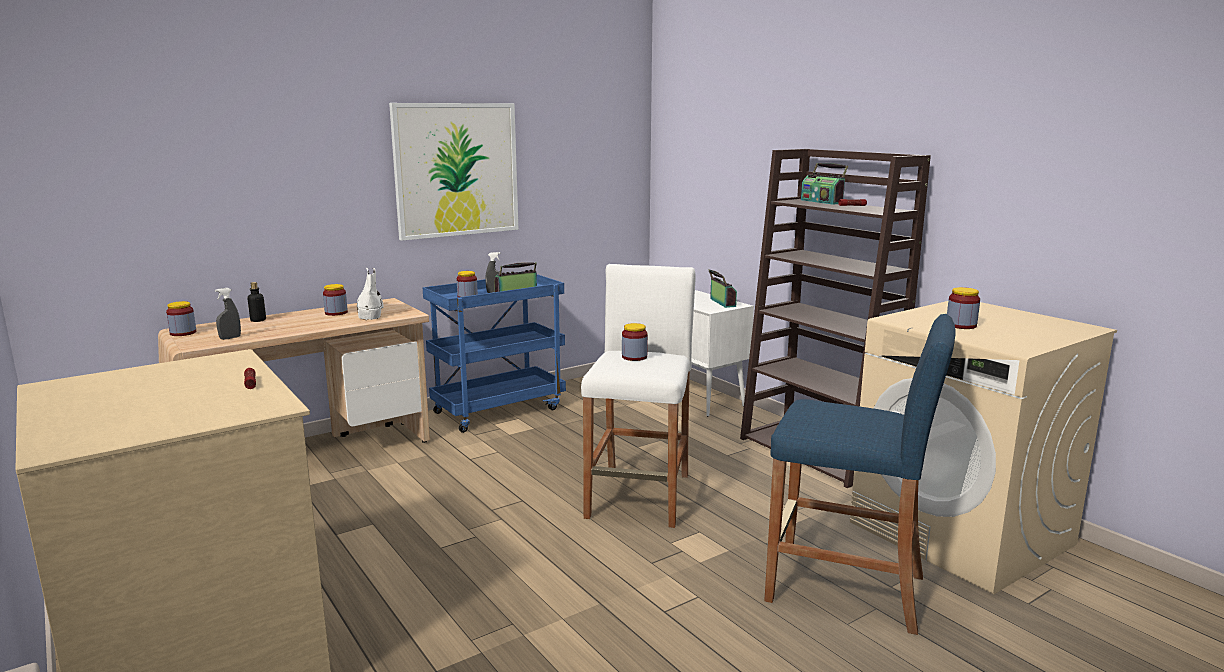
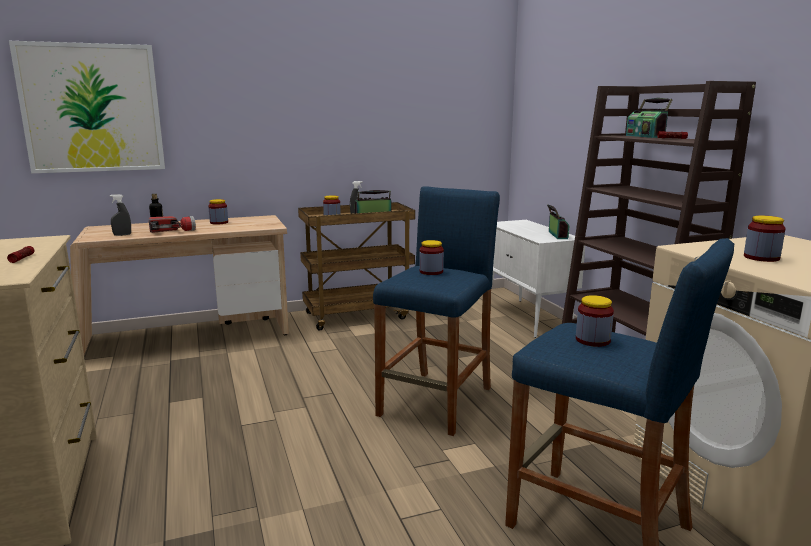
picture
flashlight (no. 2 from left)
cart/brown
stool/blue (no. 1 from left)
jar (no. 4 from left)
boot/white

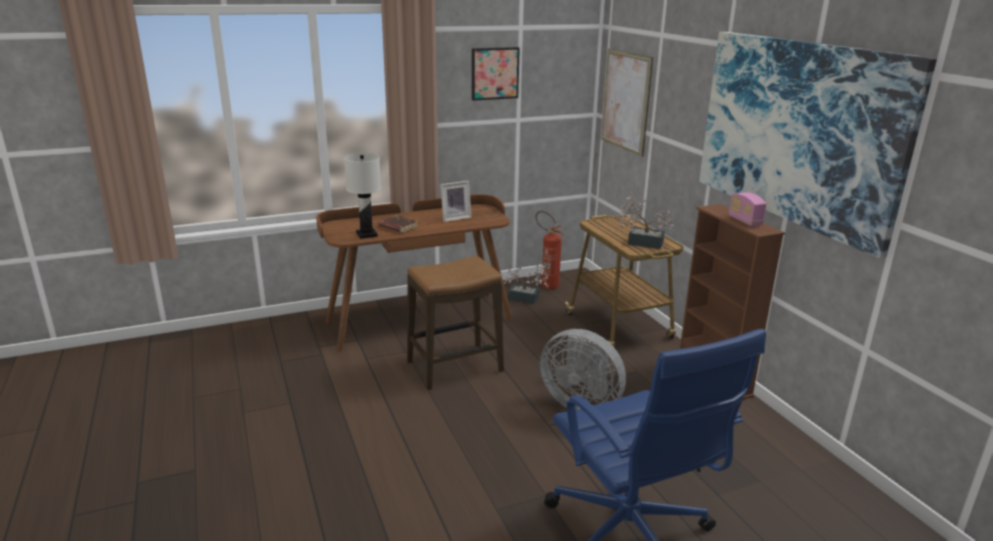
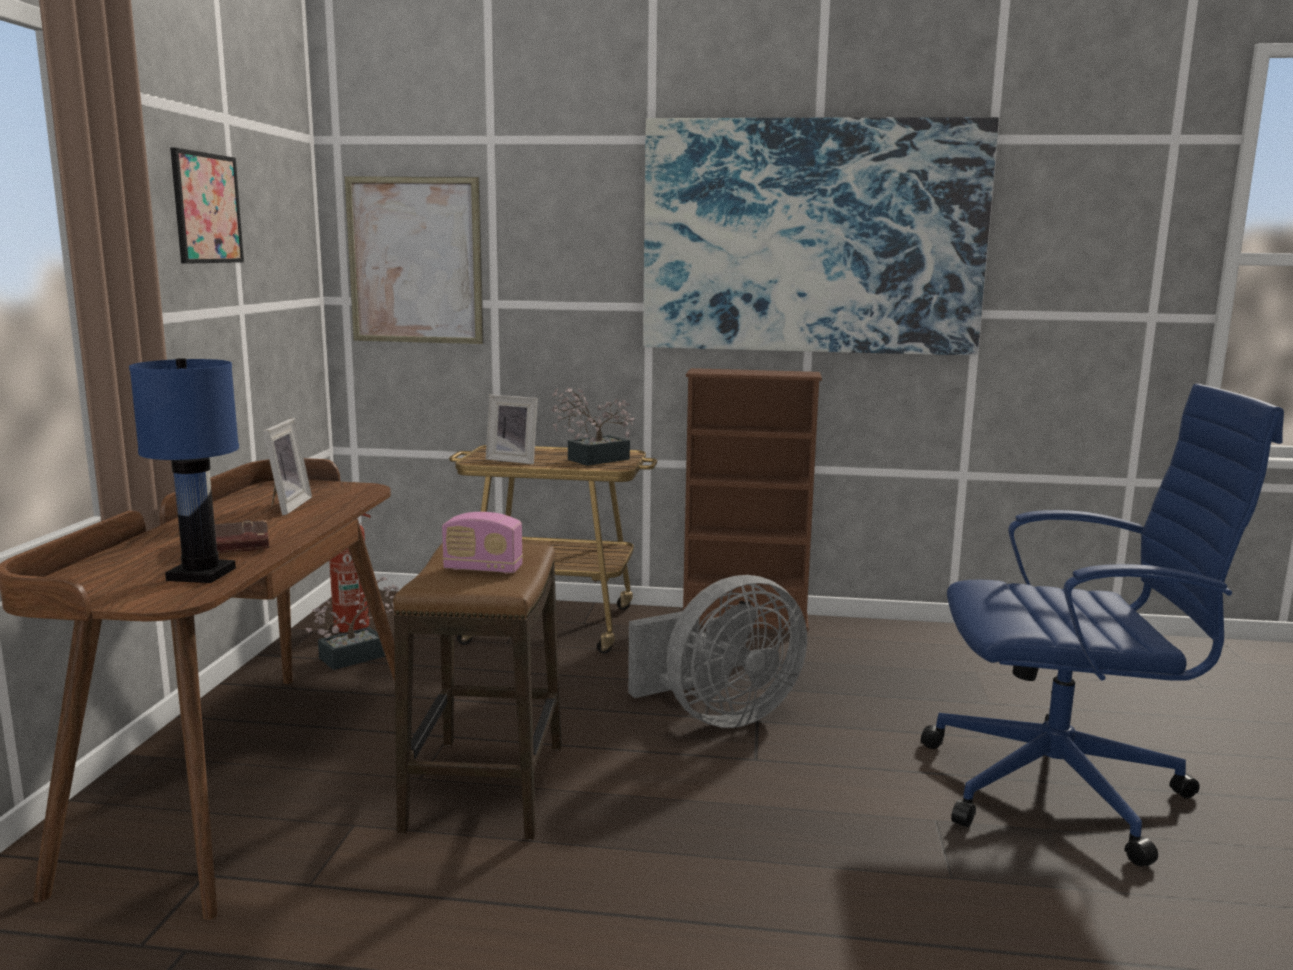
table lamp/blue
radio
picture frame (no. 2 from left)

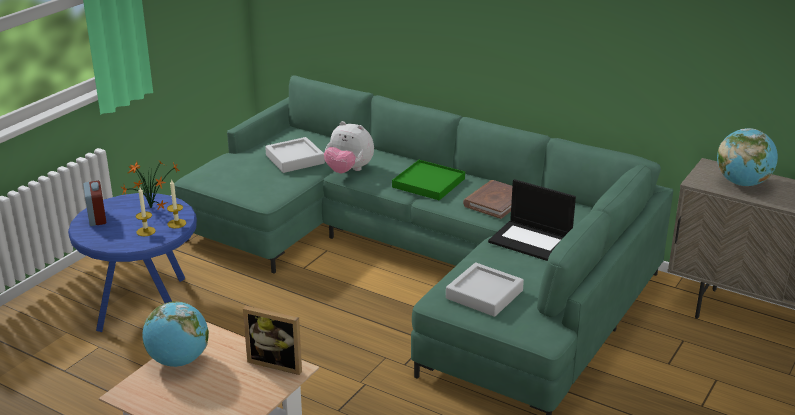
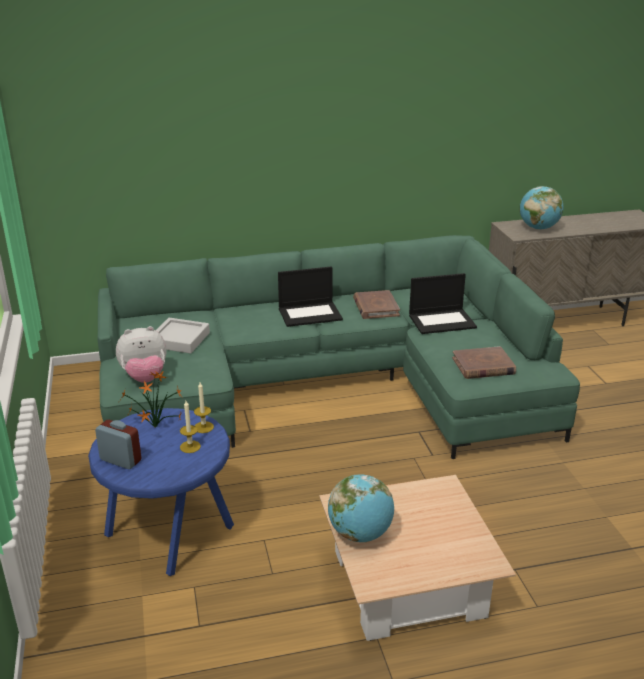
plush toy
laptop (no. 1 from left)
book/brown (no. 2 from left)
picture frame

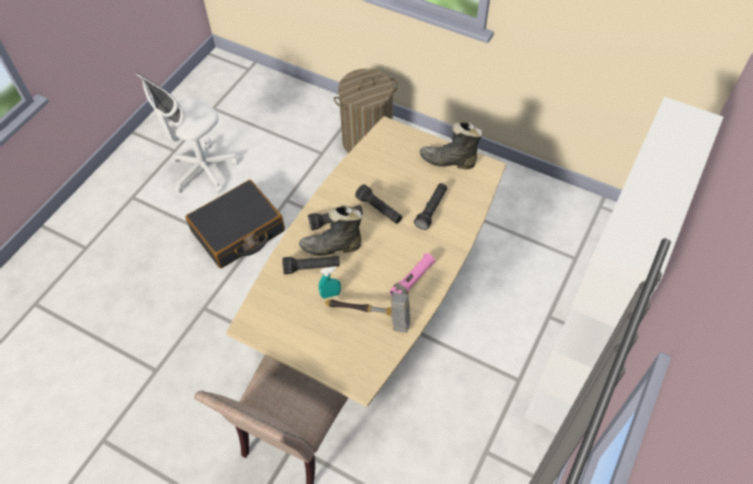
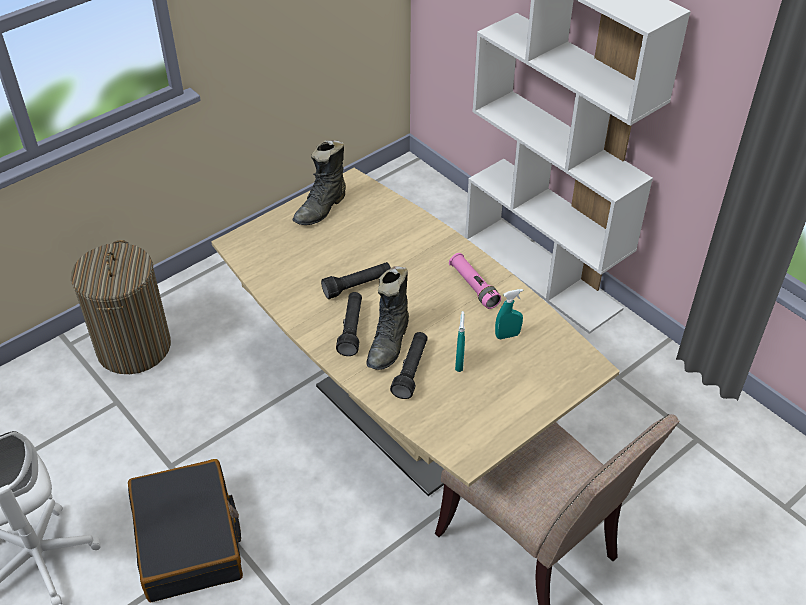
spray bottle/turquoise (no. 2 from left)
flashlight/black (no. 4 from left in the first image)

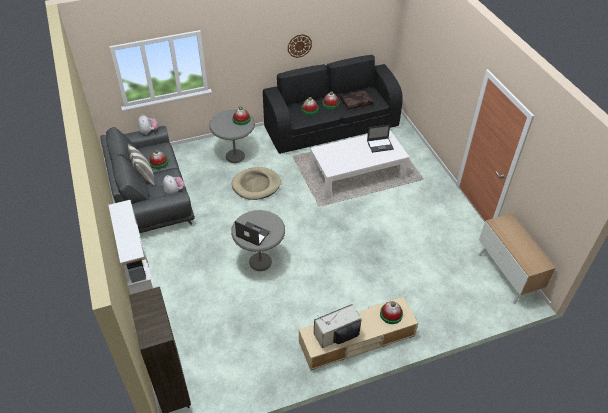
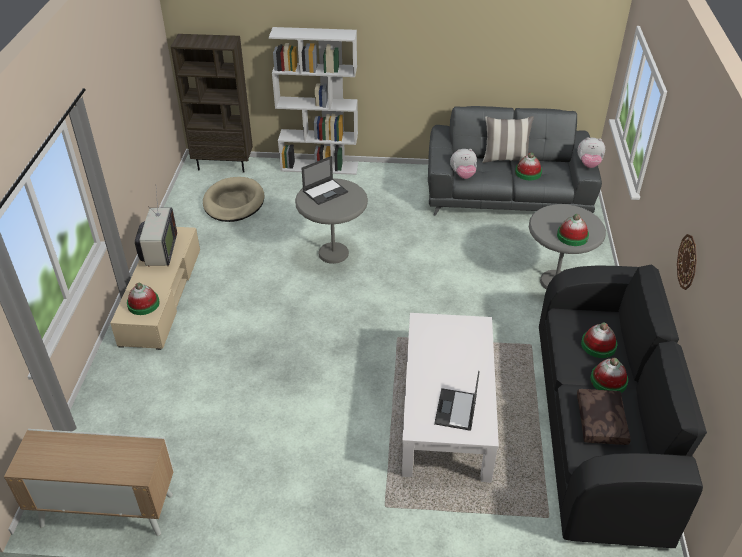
dog bed/beige

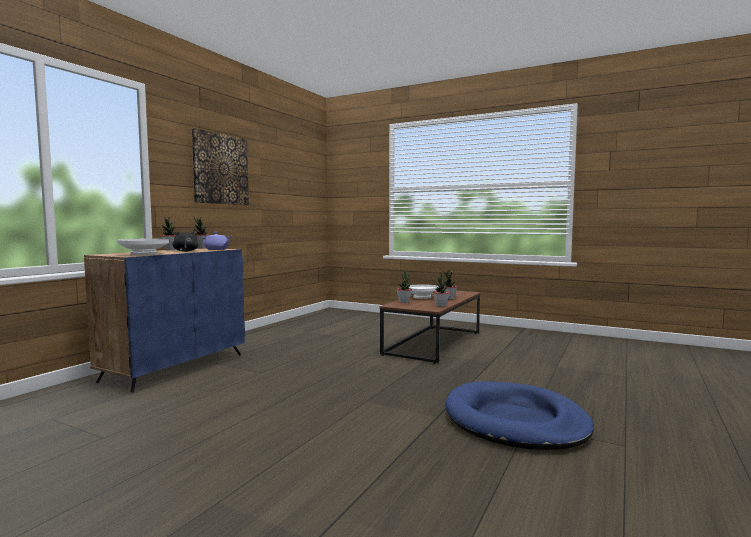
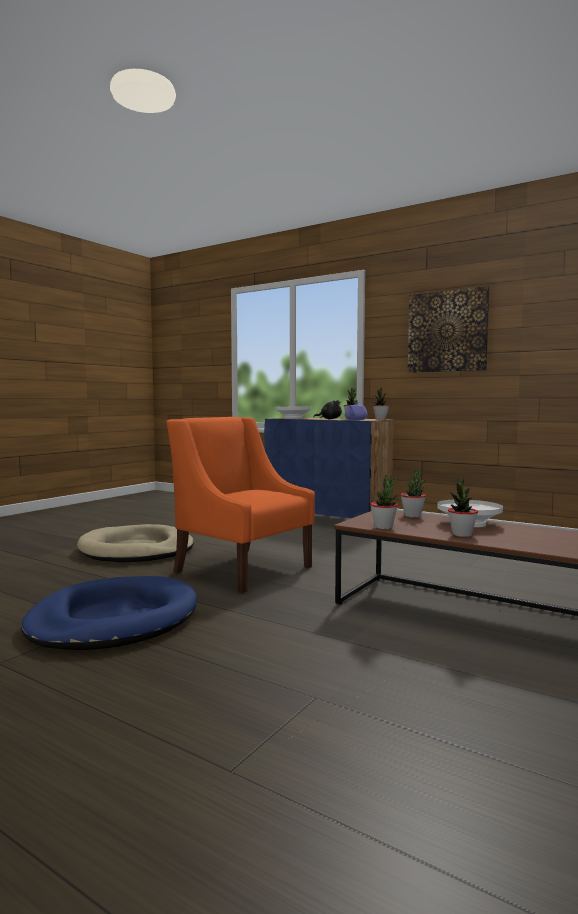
dog bed/beige
armchair/orange

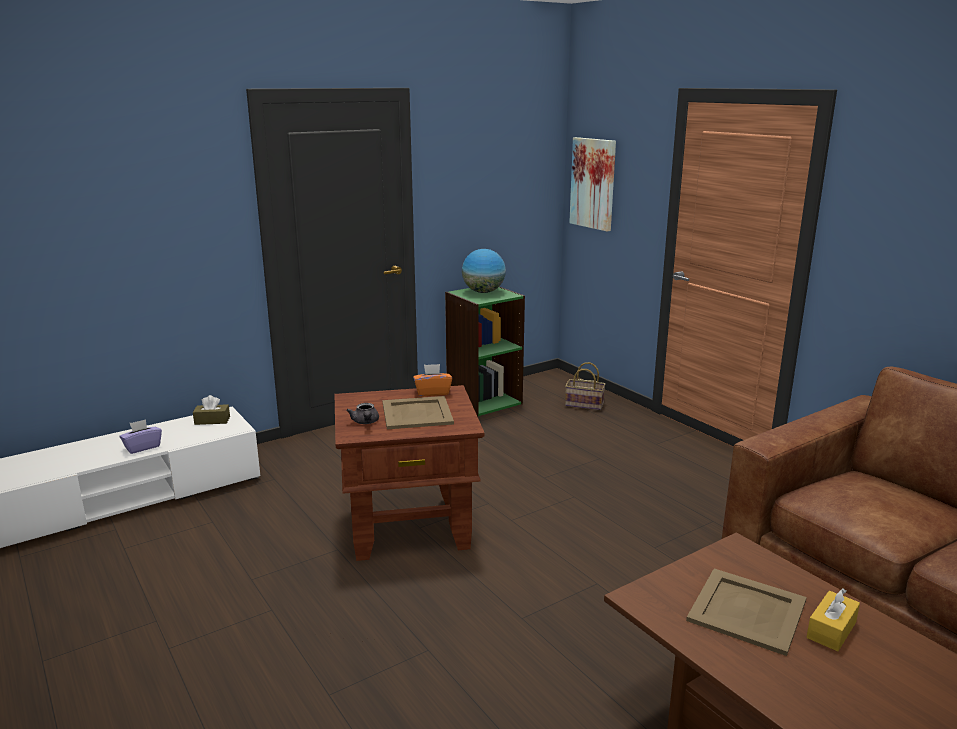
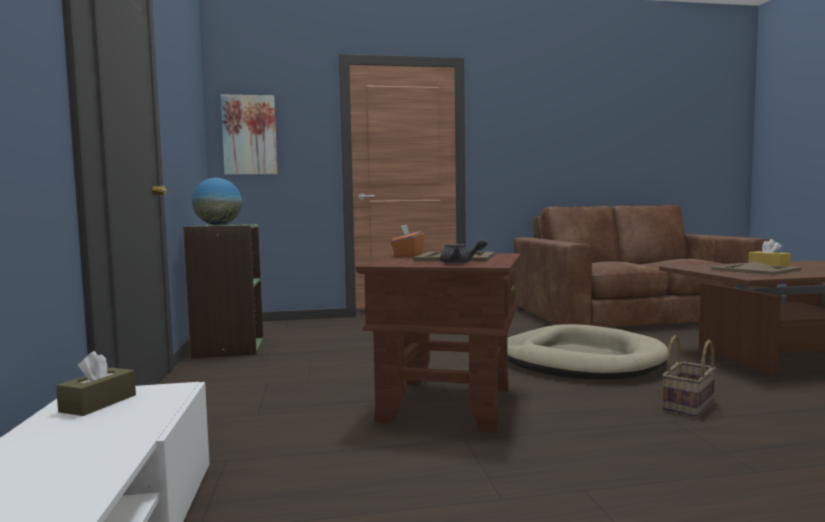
dog bed/beige
basket
tissue box/purple

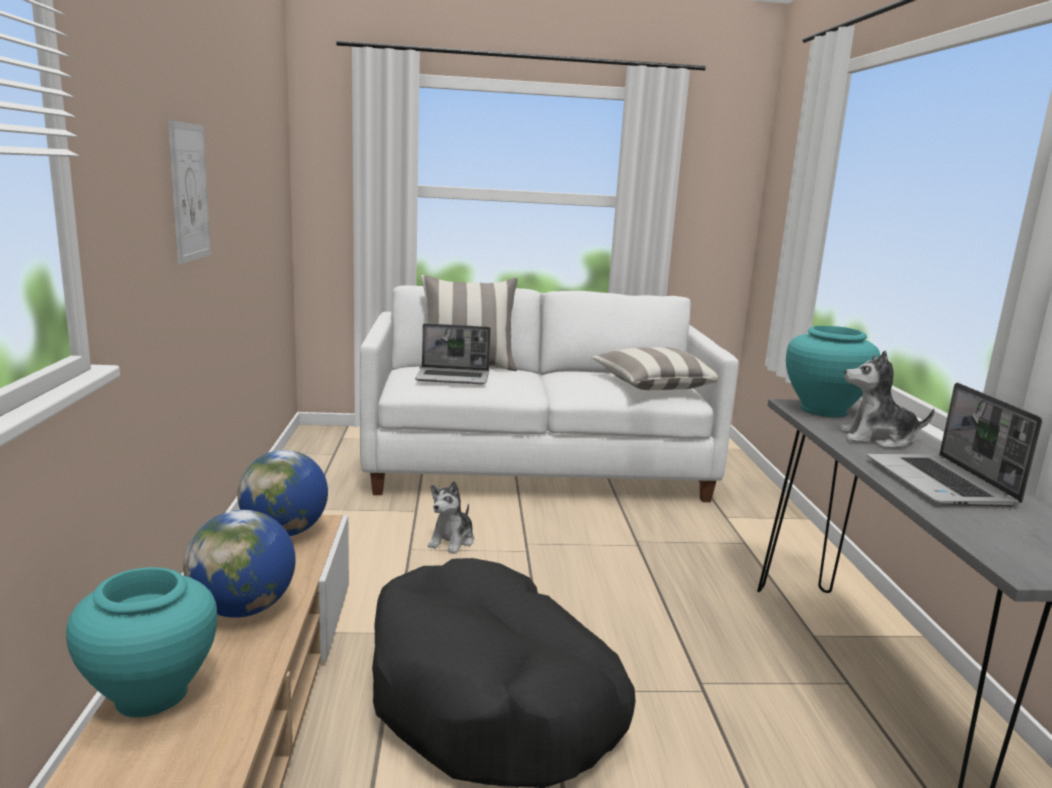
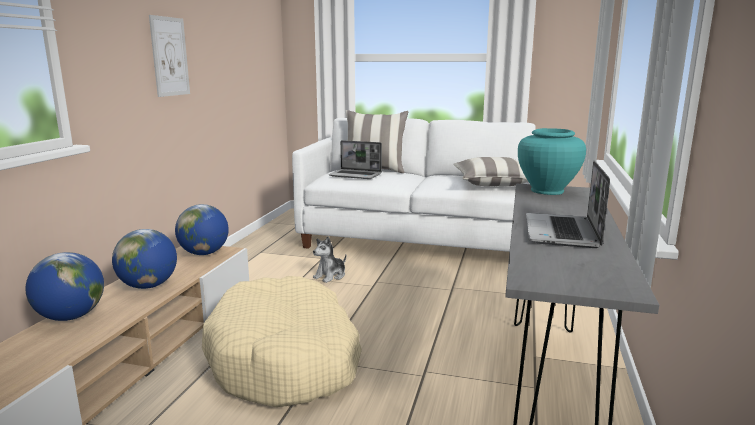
globe (no. 1 from left)
dog bed/beige
plush toy (no. 2 from left in the first image)

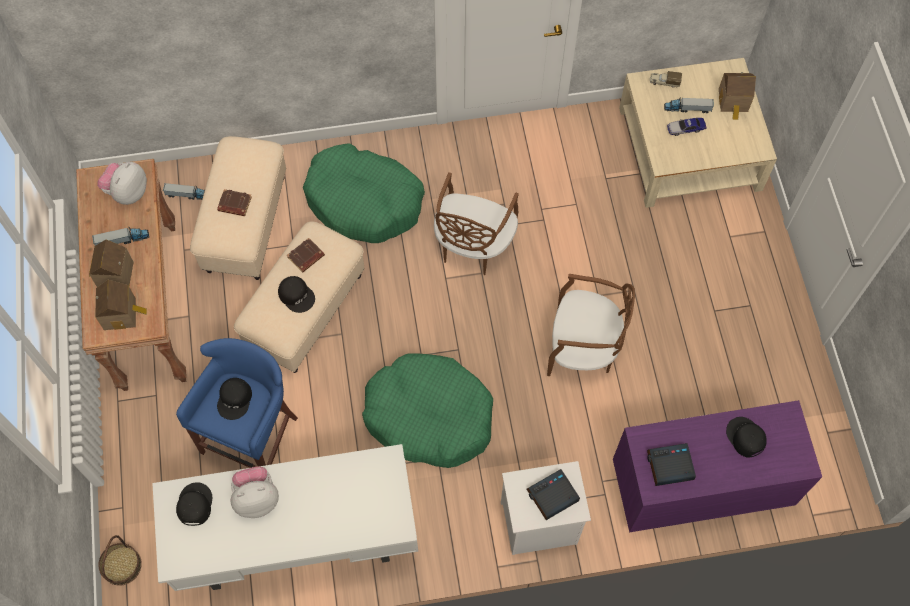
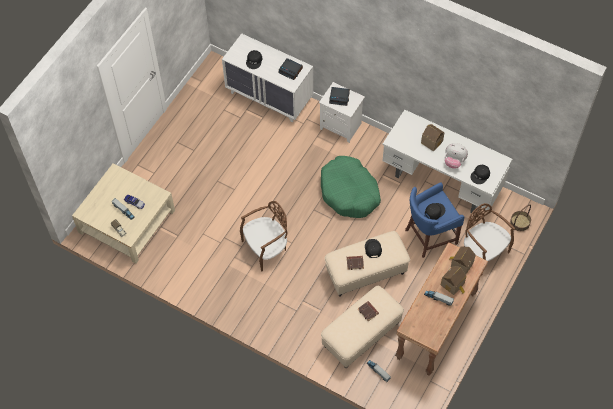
dresser/white
toy house (no. 1 from left)
chair/brown (no. 2 from left)
plush toy (no. 1 from left in the first image)
dog bed/green (no. 1 from left in the first image)

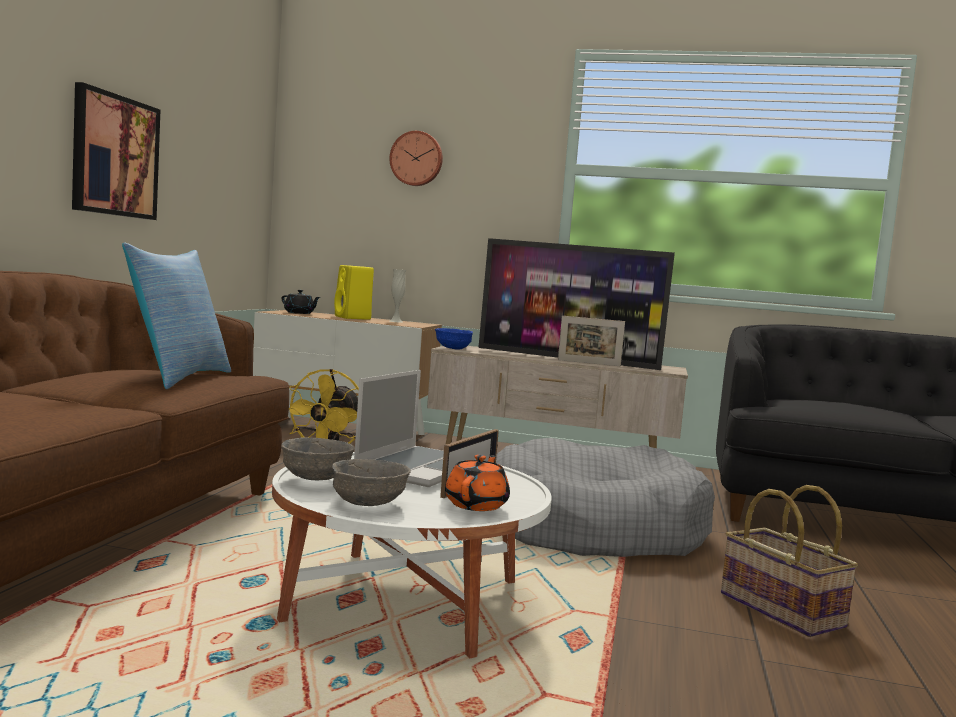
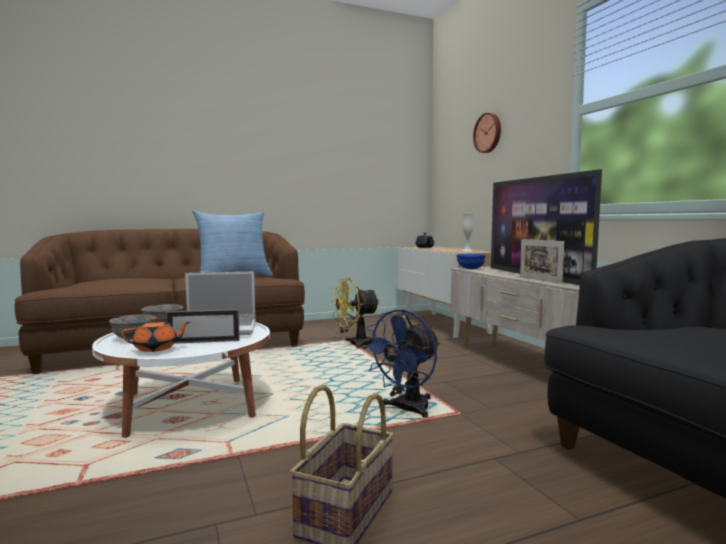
fan/blue
picture
speaker/yellow

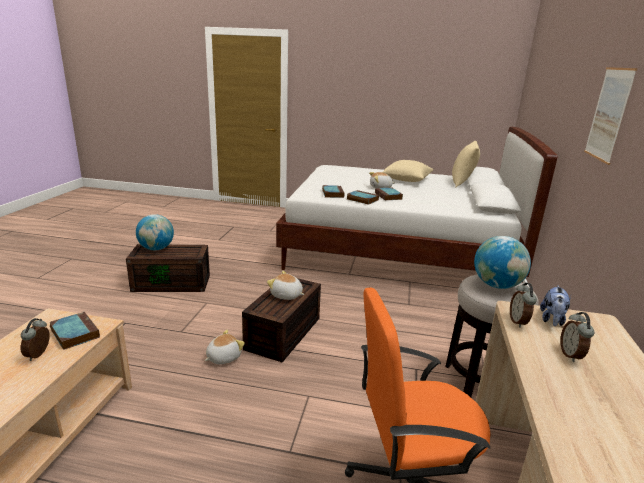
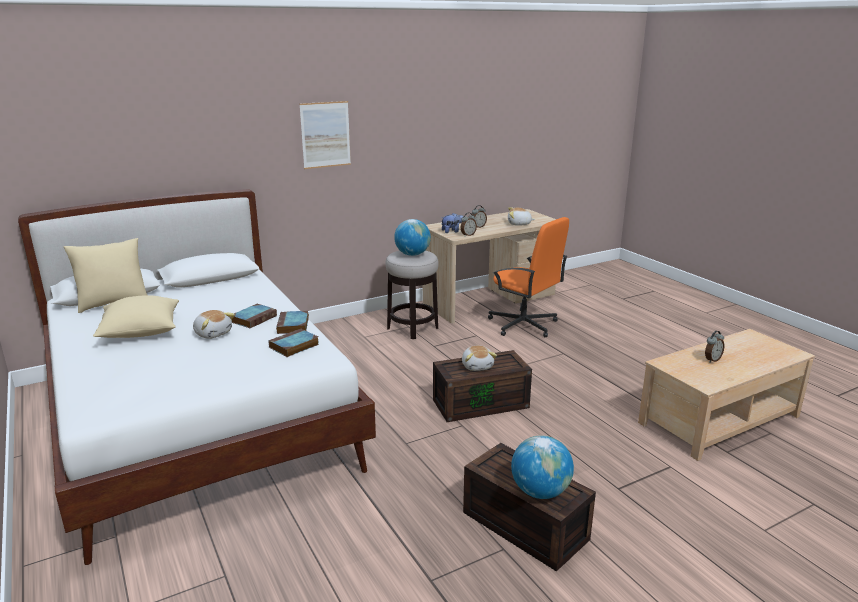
plush toy (no. 4 from left)
book (no. 1 from left in the first image)

